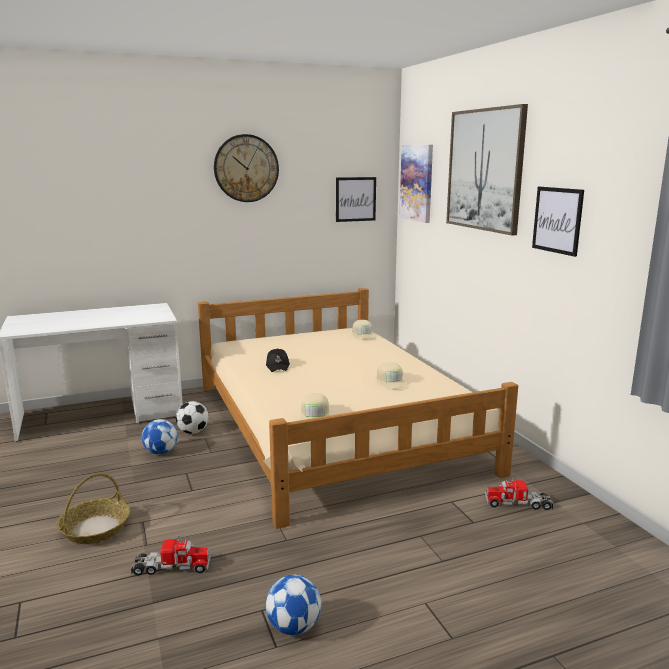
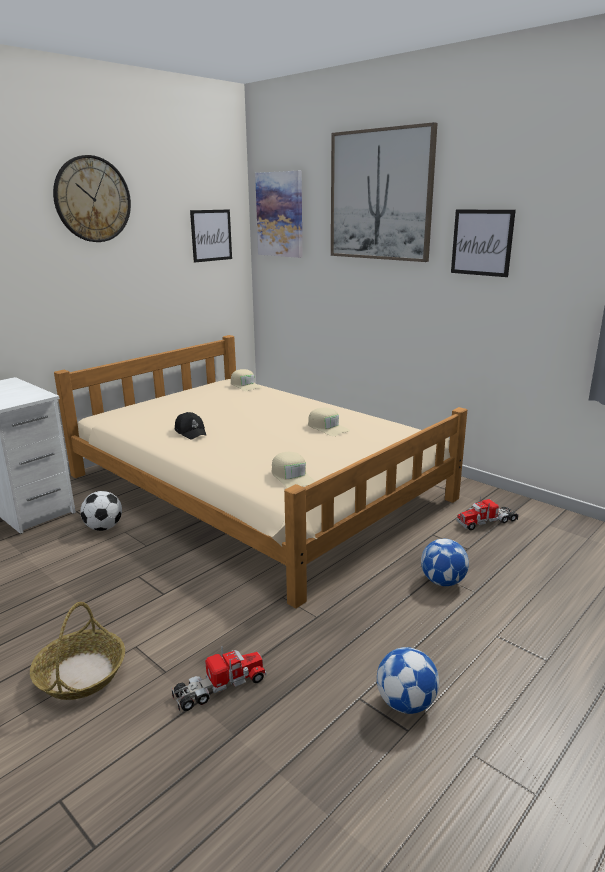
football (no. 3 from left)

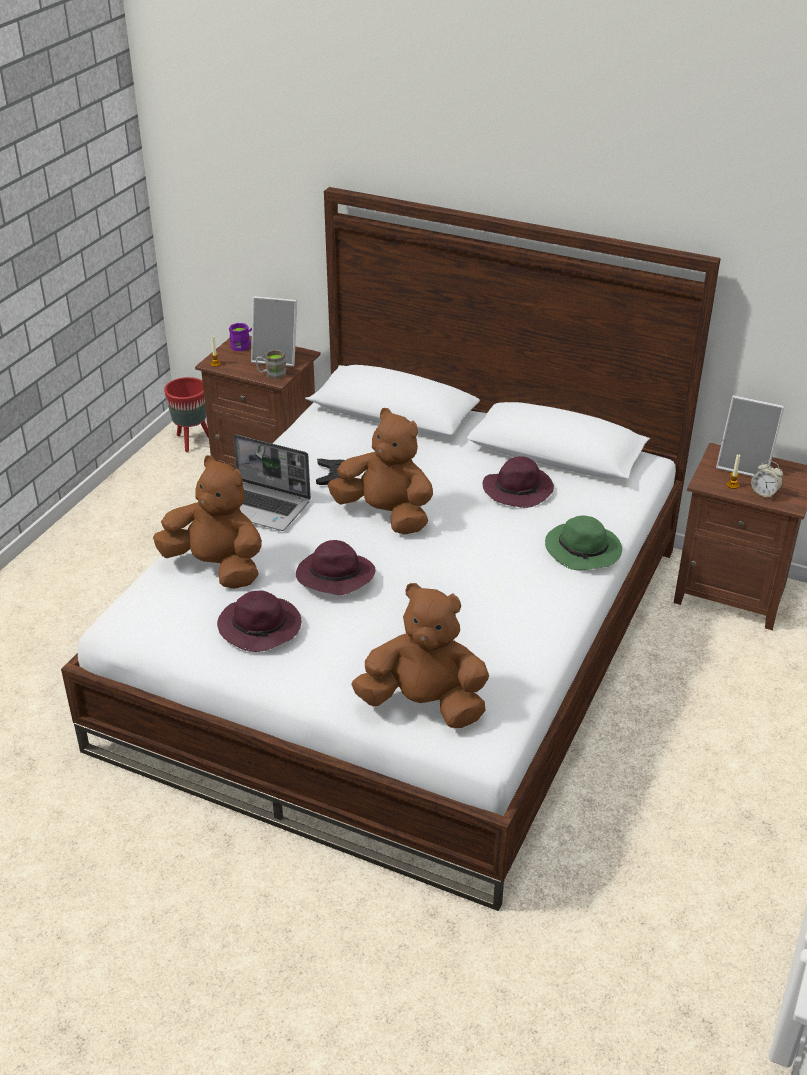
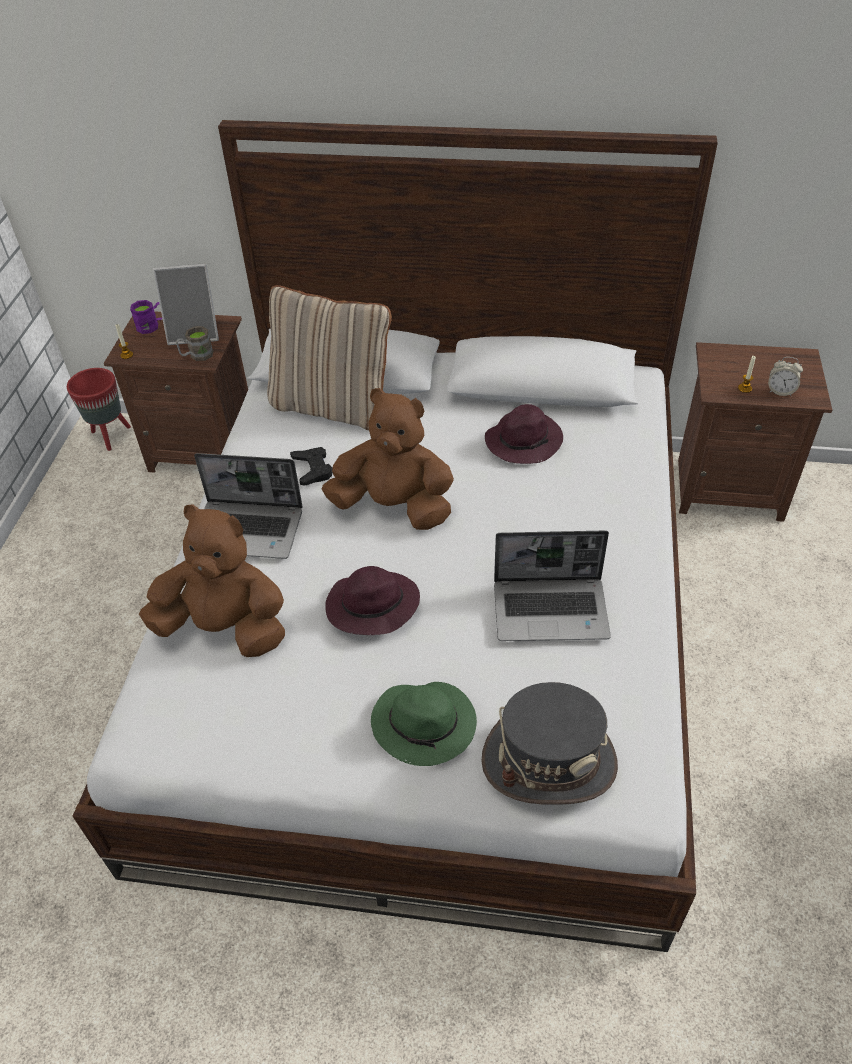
pillow/beige
hat/green
hat/grey
laptop (no. 2 from left)
hat/purple (no. 1 from left in the first image)
picture frame (no. 2 from left in the first image)

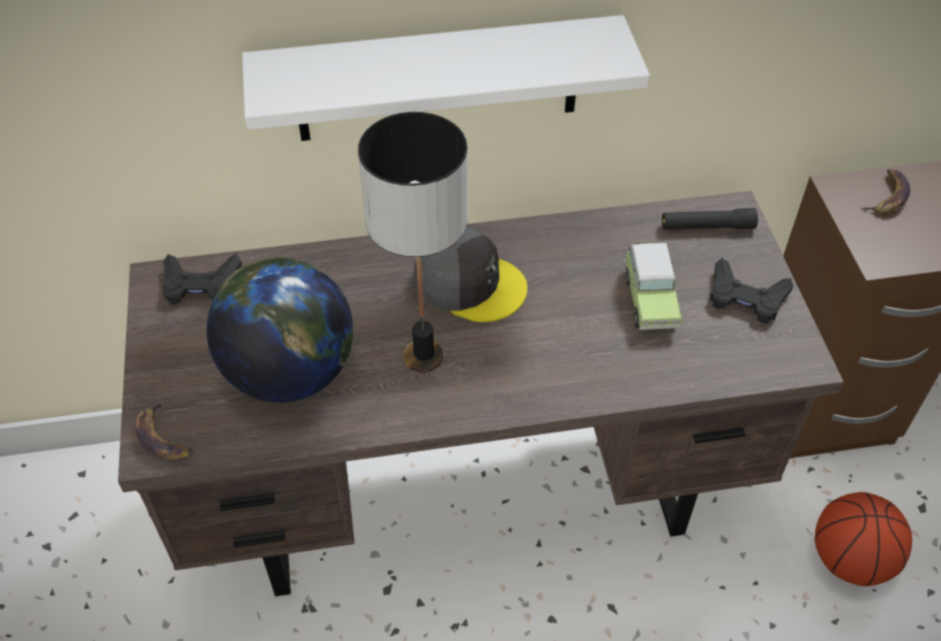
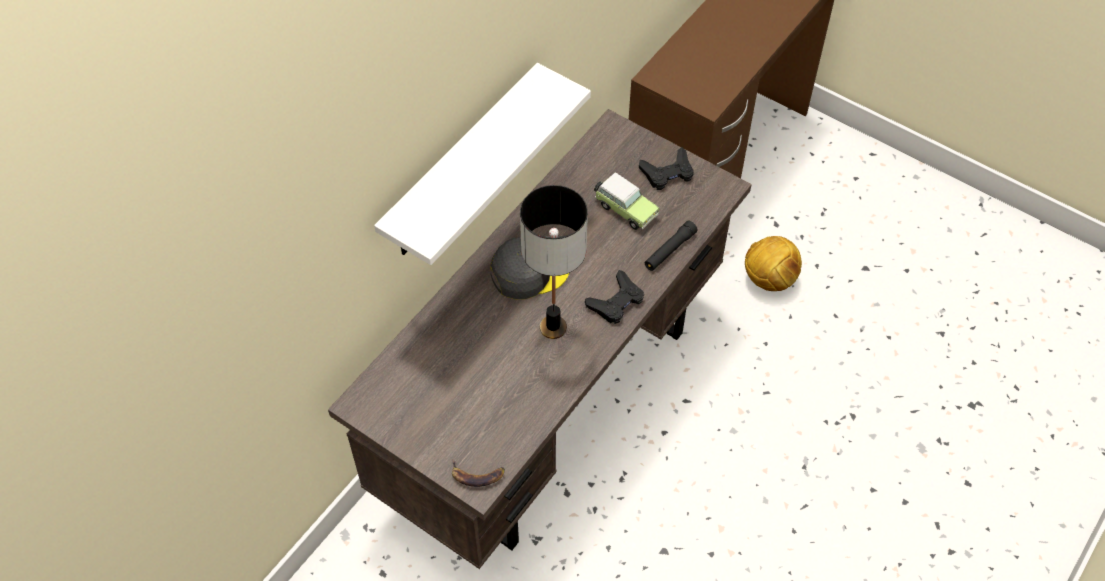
game controller/black (no. 1 from left)
flashlight/black
football
globe
banana (no. 2 from left in the first image)

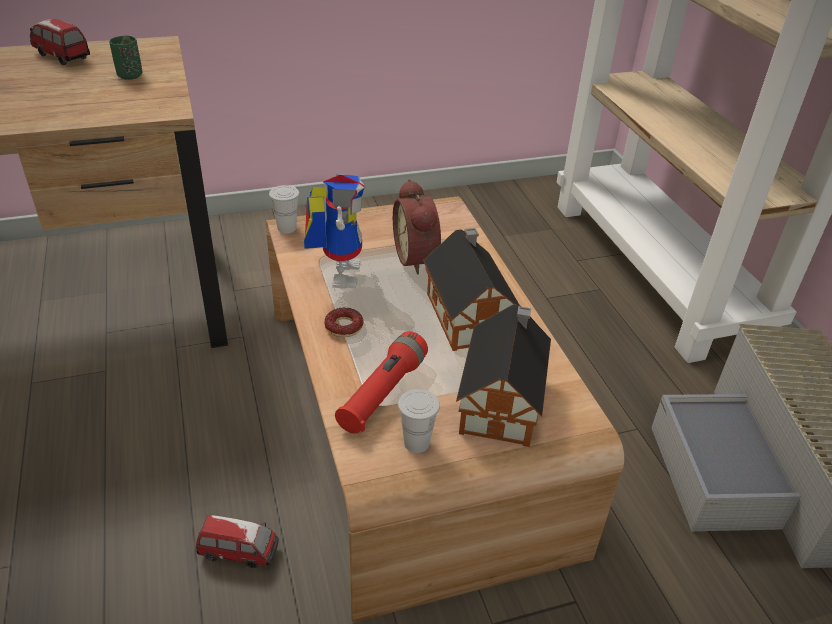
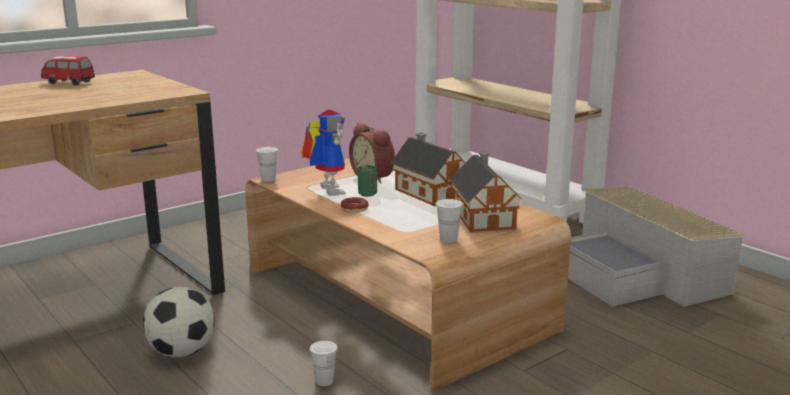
football
cup/white (no. 2 from left)
cup/green
flashlight/red

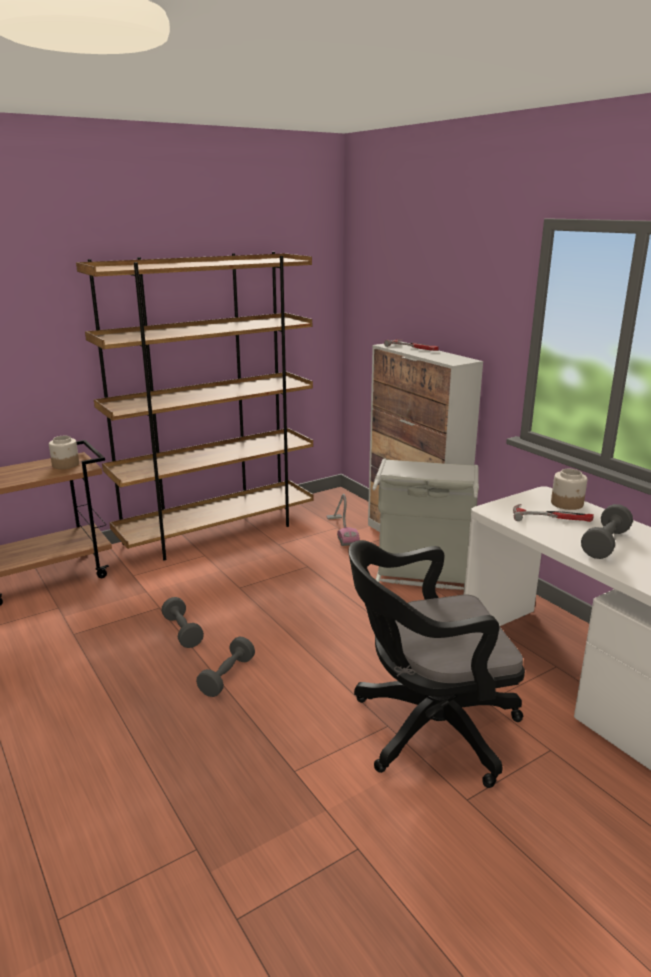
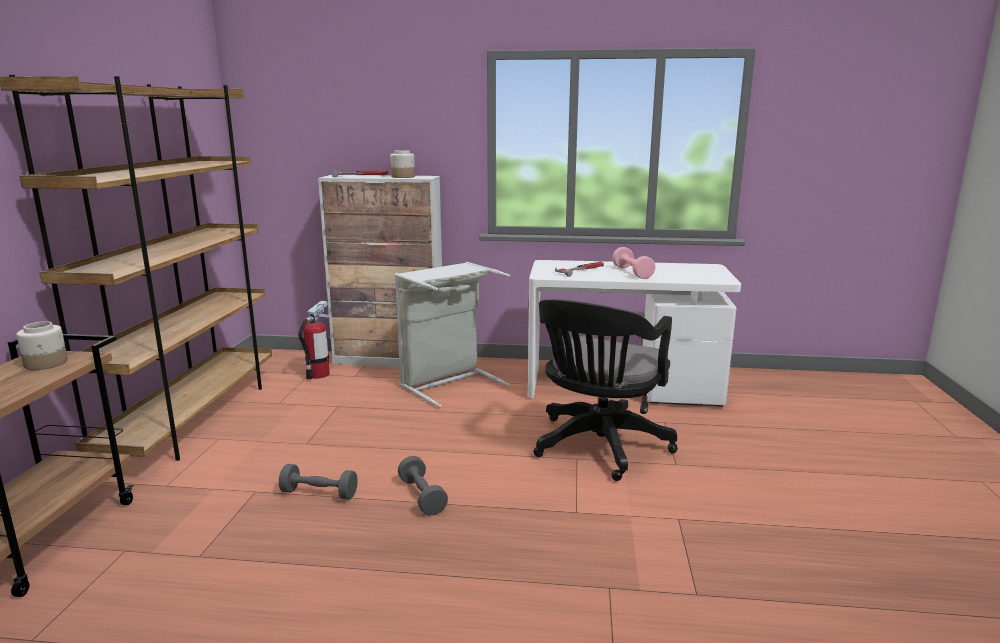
fire extinguisher
jar (no. 2 from left)
dumbbell/pink

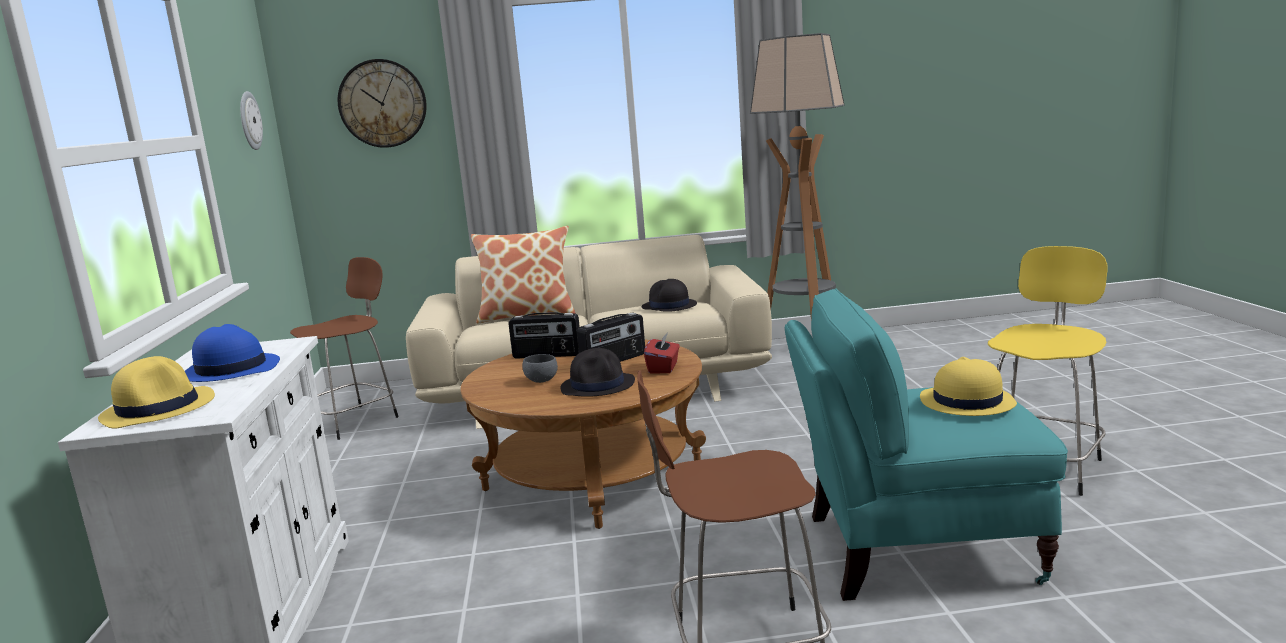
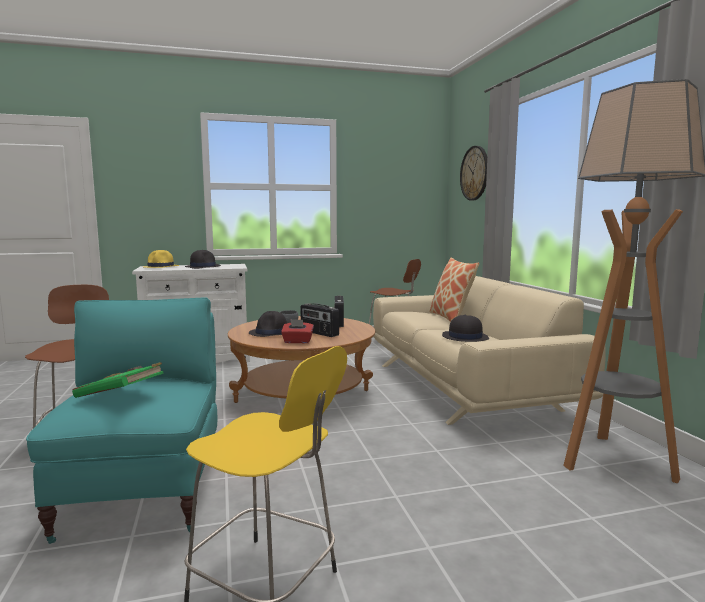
book/green
hat/black (no. 1 from left)
wall clock (no. 1 from left in the first image)

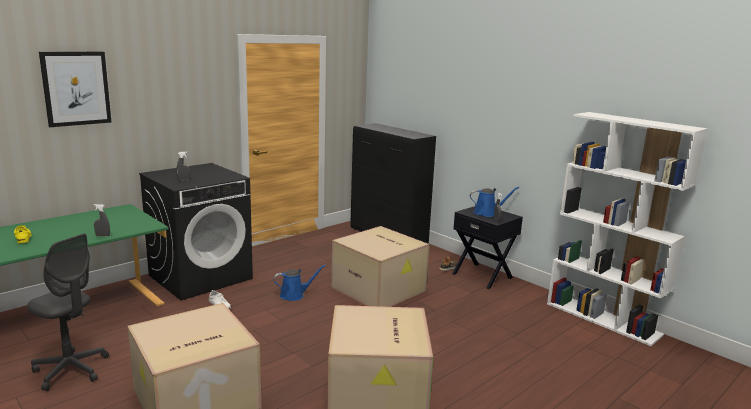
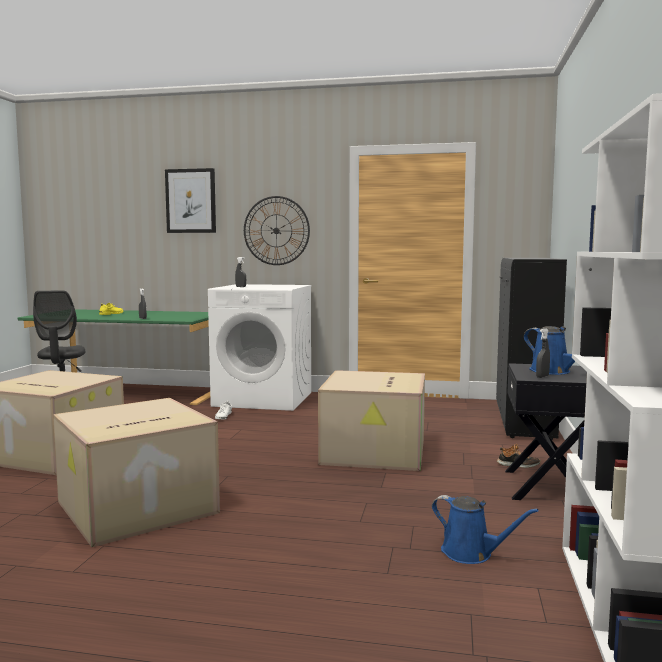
washing machine/white
wall clock
watering can/blue (no. 1 from left)

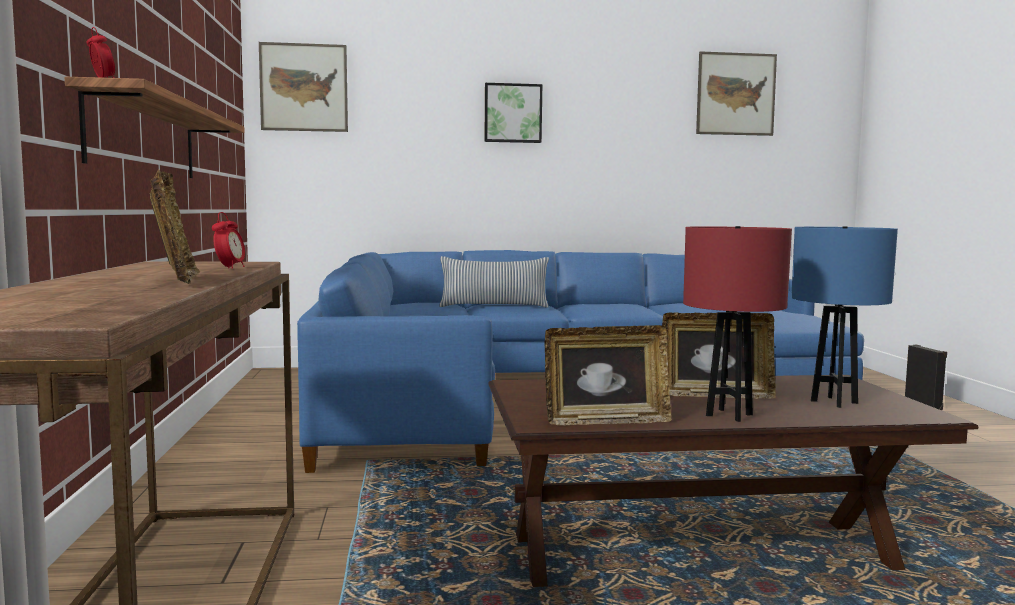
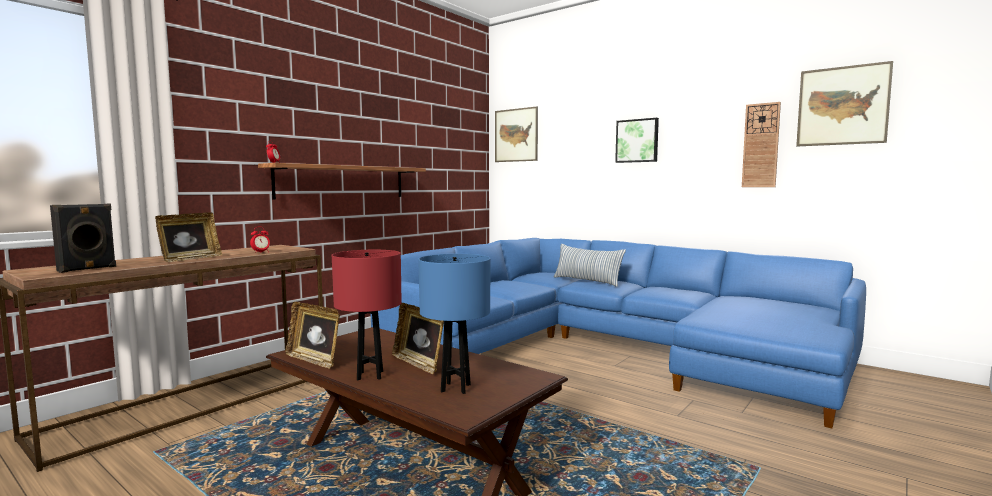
speaker/black
wall clock

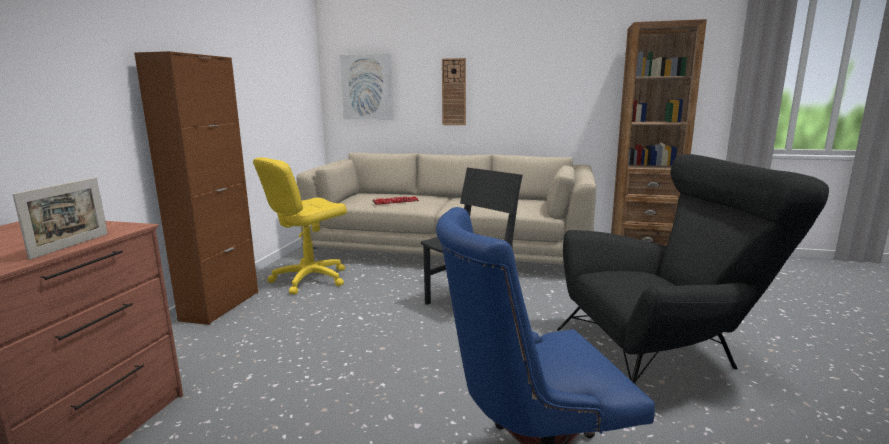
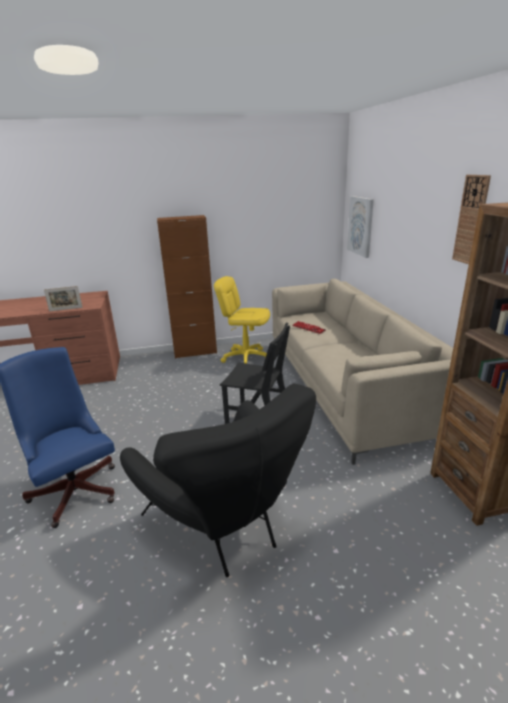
wall clock

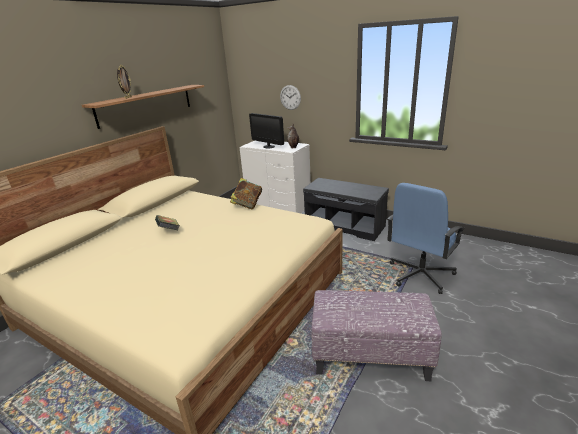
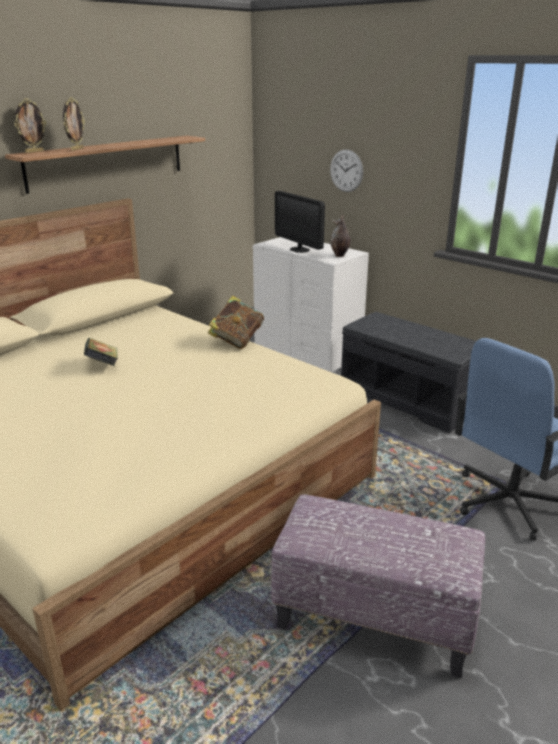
picture frame (no. 1 from left)

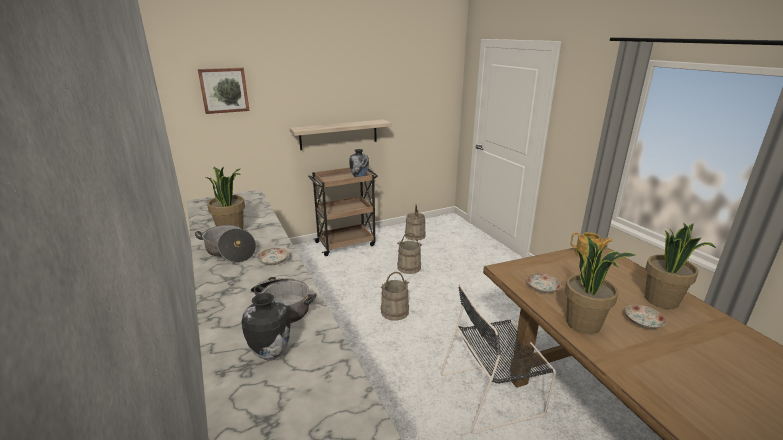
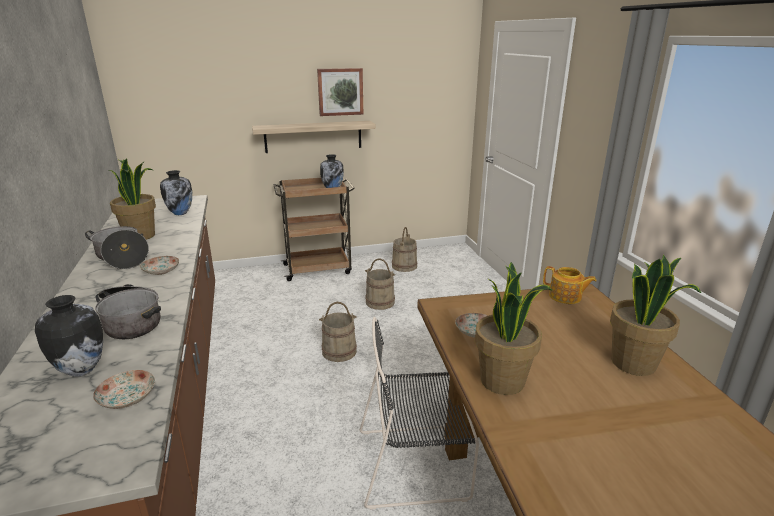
plate (no. 1 from left)
vase (no. 2 from left)
picture

